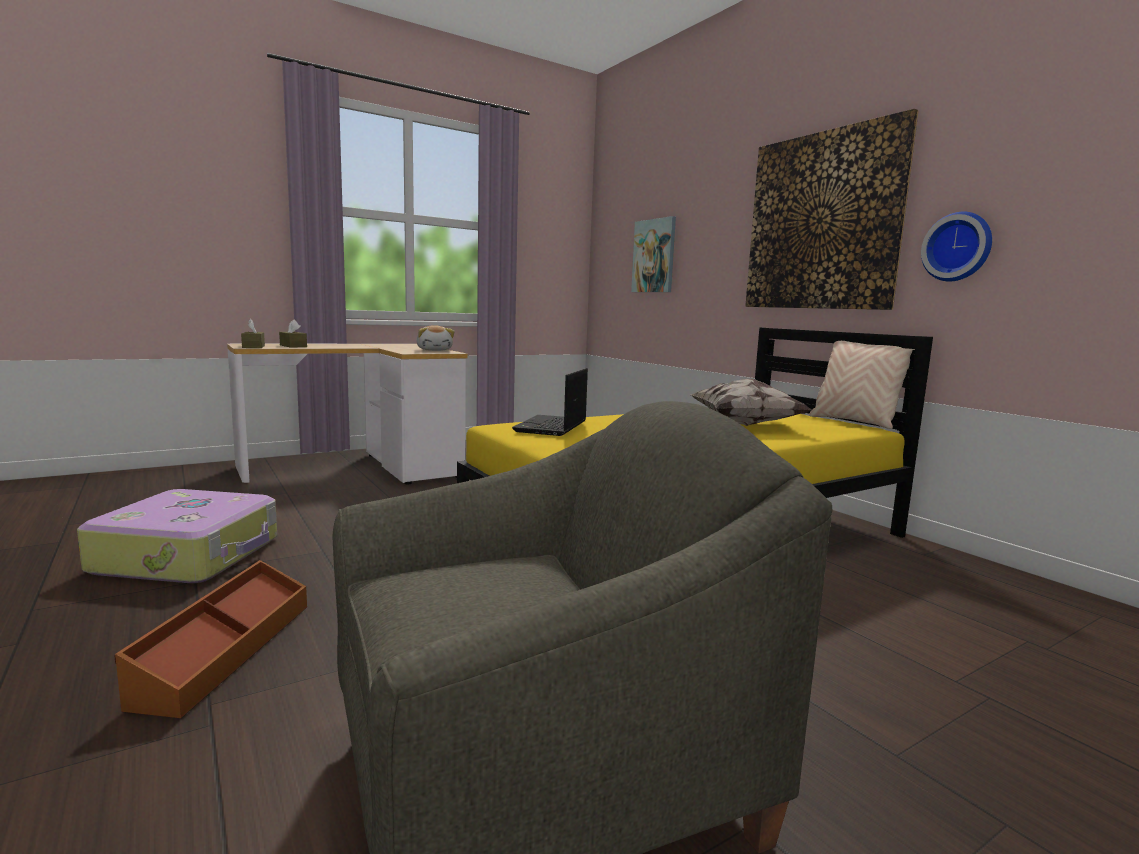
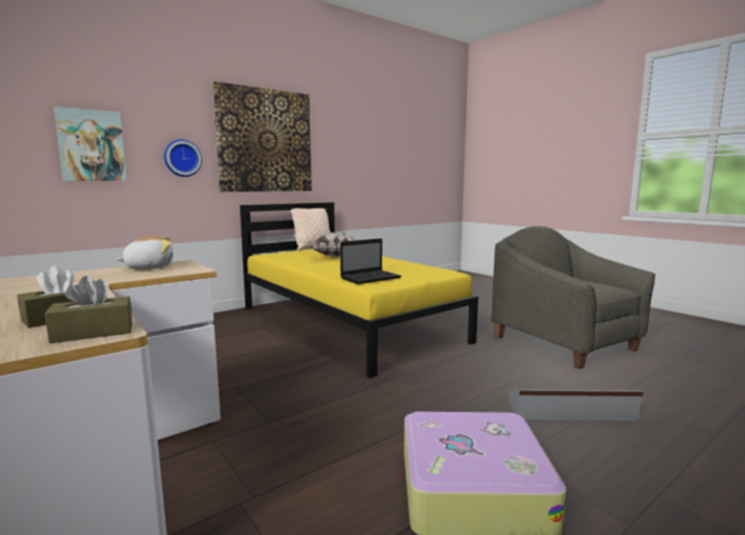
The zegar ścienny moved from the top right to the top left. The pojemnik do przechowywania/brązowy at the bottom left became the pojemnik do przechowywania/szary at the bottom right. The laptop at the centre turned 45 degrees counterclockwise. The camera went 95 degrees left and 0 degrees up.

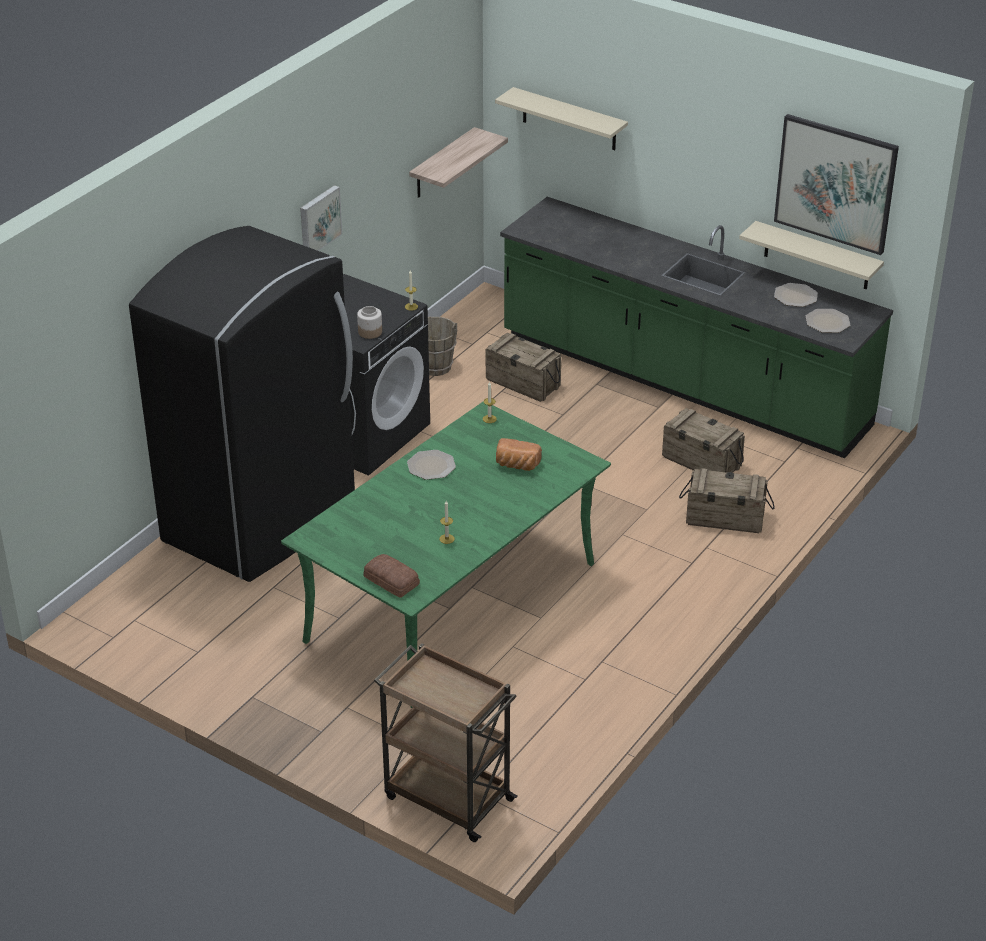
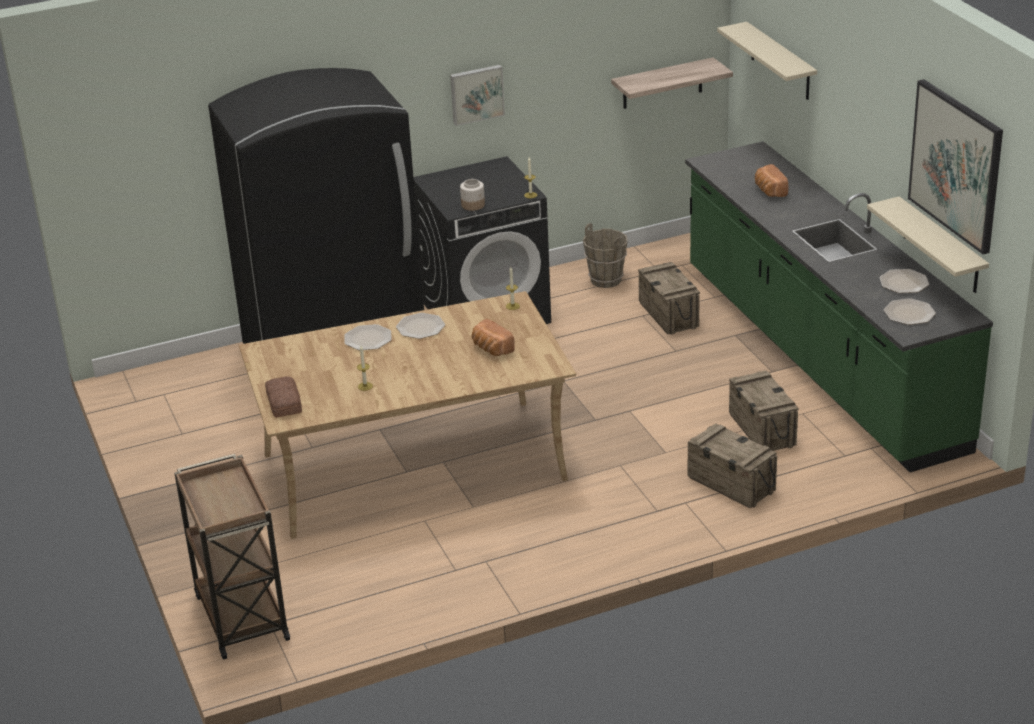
The talerz (1st from left) at the centre appeared. The chleb (3rd from left) at the top right appeared. The stół jadalny/zielony at the centre became the stół jadalny/beżowy at the centre. The camera went 35 degrees right and 5 degrees down.

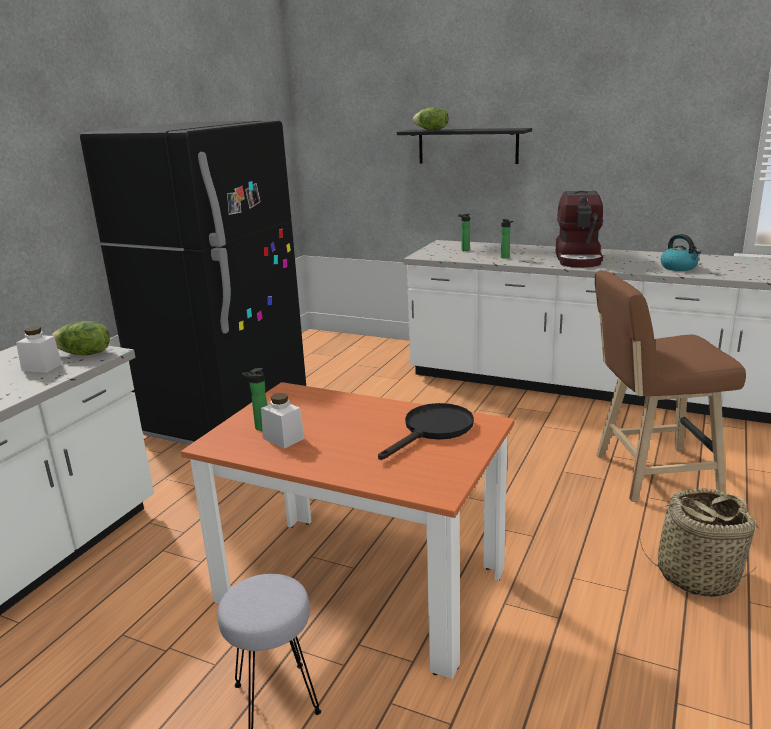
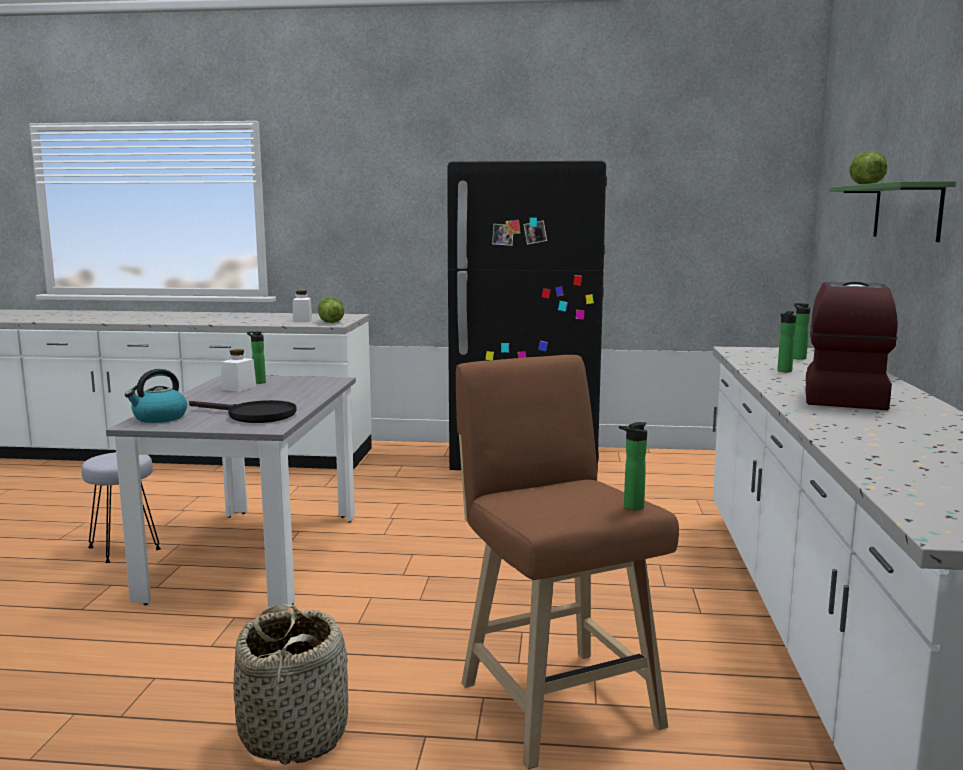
The butelka (2nd from left) at the centre appeared. The czajnik moved from the middle right to the middle left. The stół jadalny/pomarańczowy at the bottom centre became the stół jadalny/szary at the middle left. The półka/czarny at the top centre became the półka/zielony at the top right. The ekspres do kawy at the top right turned 120 degrees clockwise. The camera went 70 degrees right and 10 degrees down.

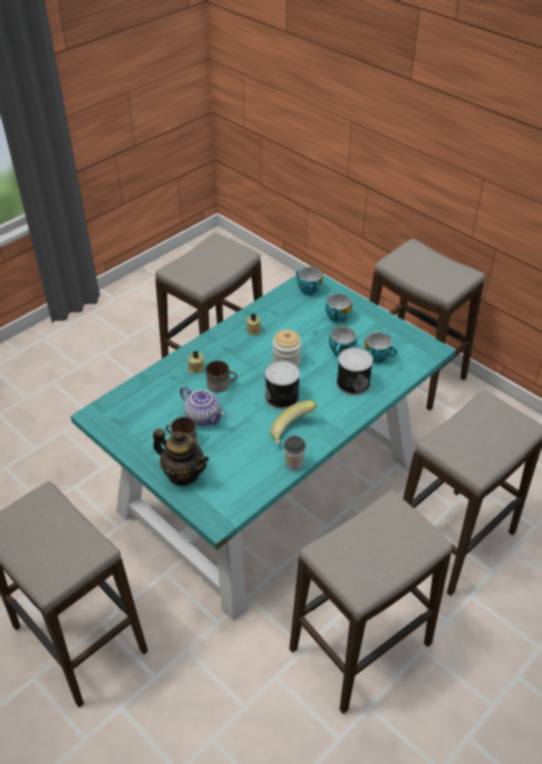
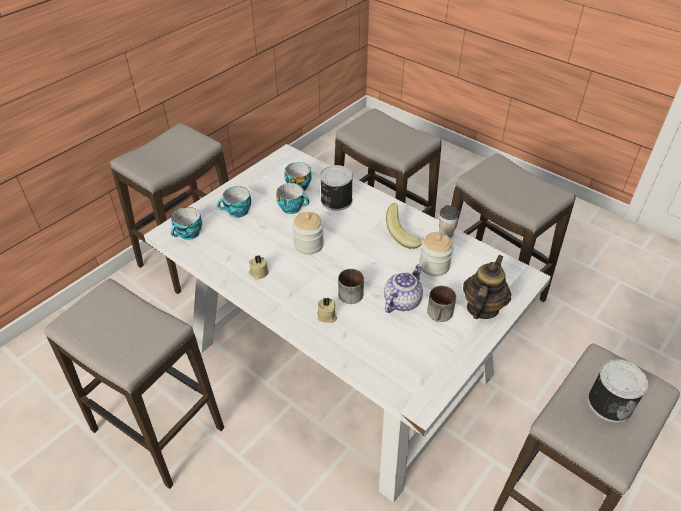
The słoik (2nd from left) at the centre appeared. The puszka (1st from left in the first image) moved from the centre to the bottom right. The stół jadalny/turkusowy at the centre became the stół jadalny/biały at the centre. The camera went 95 degrees left and 0 degrees up.

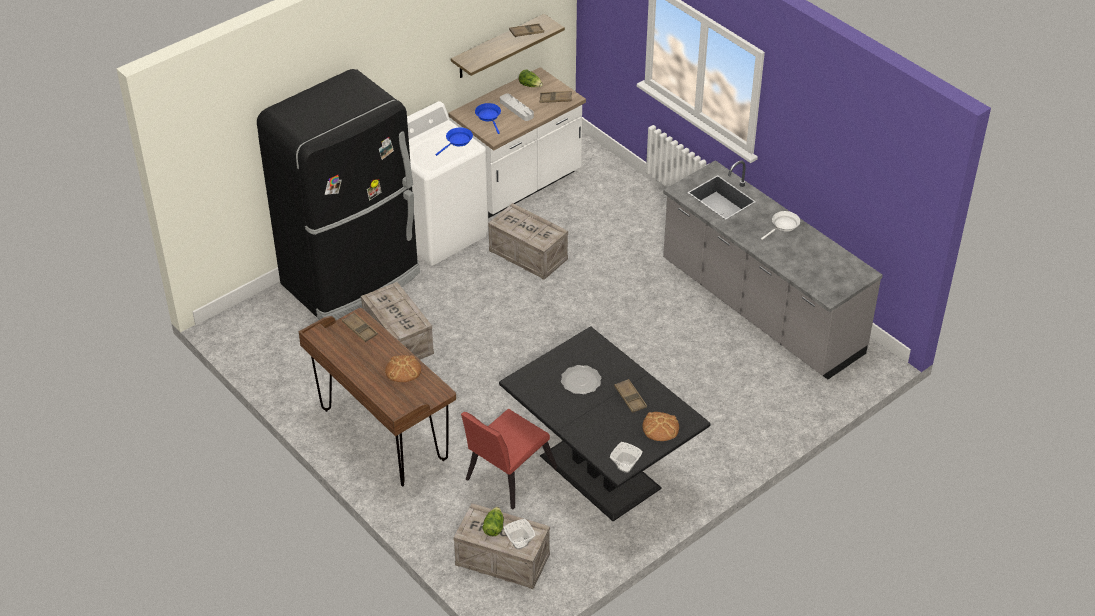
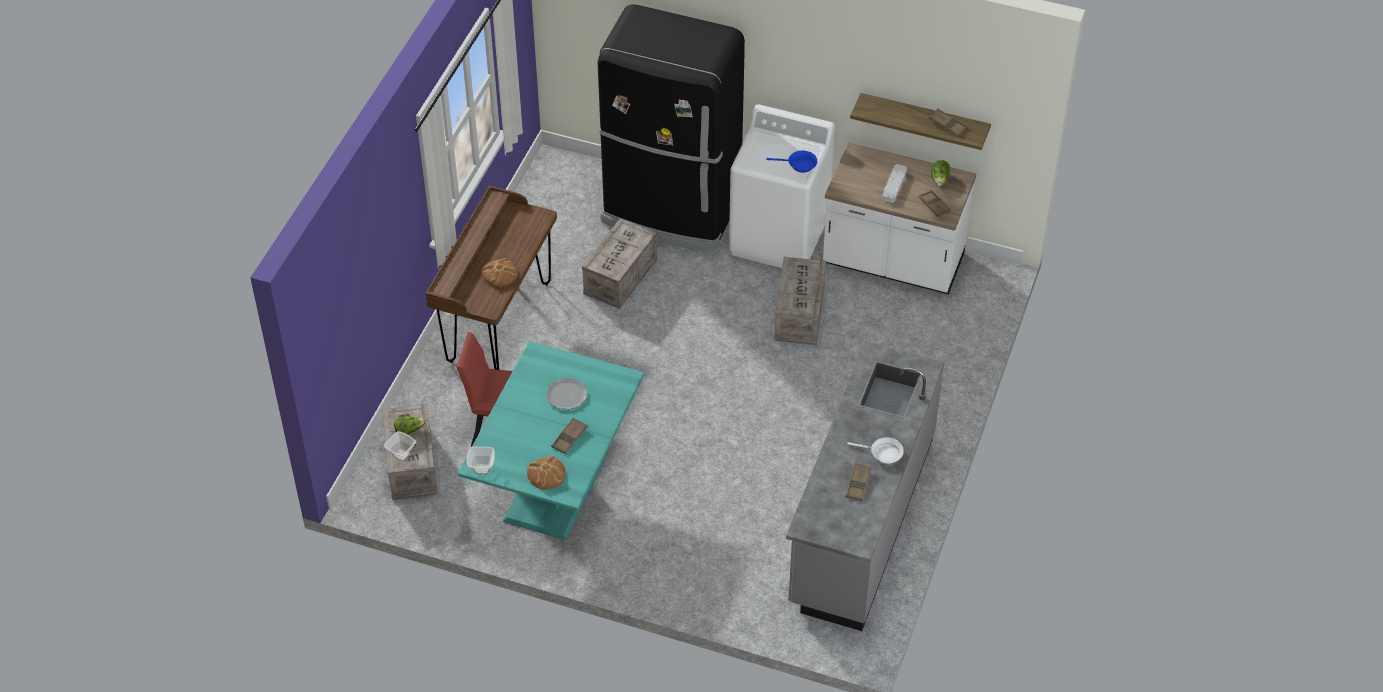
The patelnia/niebieski (2nd from left) at the top centre disappeared. The taca/brązowy (1st from left in the first image) moved from the middle left to the bottom centre. The stół jadalny/czarny at the bottom centre became the stół jadalny/turkusowy at the centre. The camera went 60 degrees right and 5 degrees up.

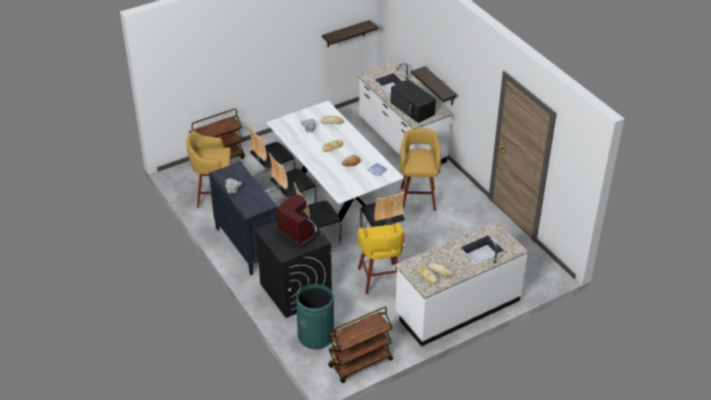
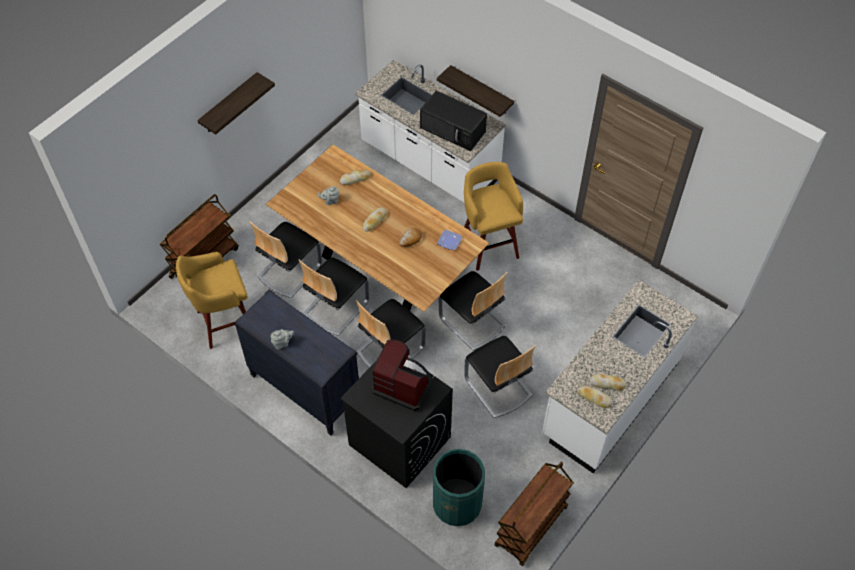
The półka (1st from left) moved from the top centre to the top left. The stołek/żółty (2nd from left) at the centre was replaced by the krzesło (5th from left) at the centre. The stół jadalny/biały at the centre became the stół jadalny/brązowy at the centre. The camera went 20 degrees left and 15 degrees up.

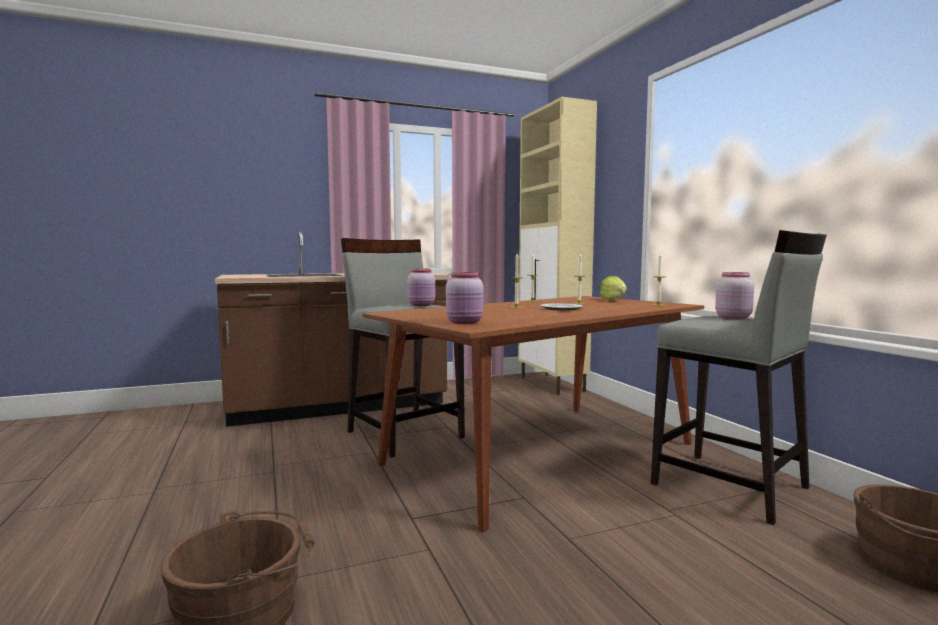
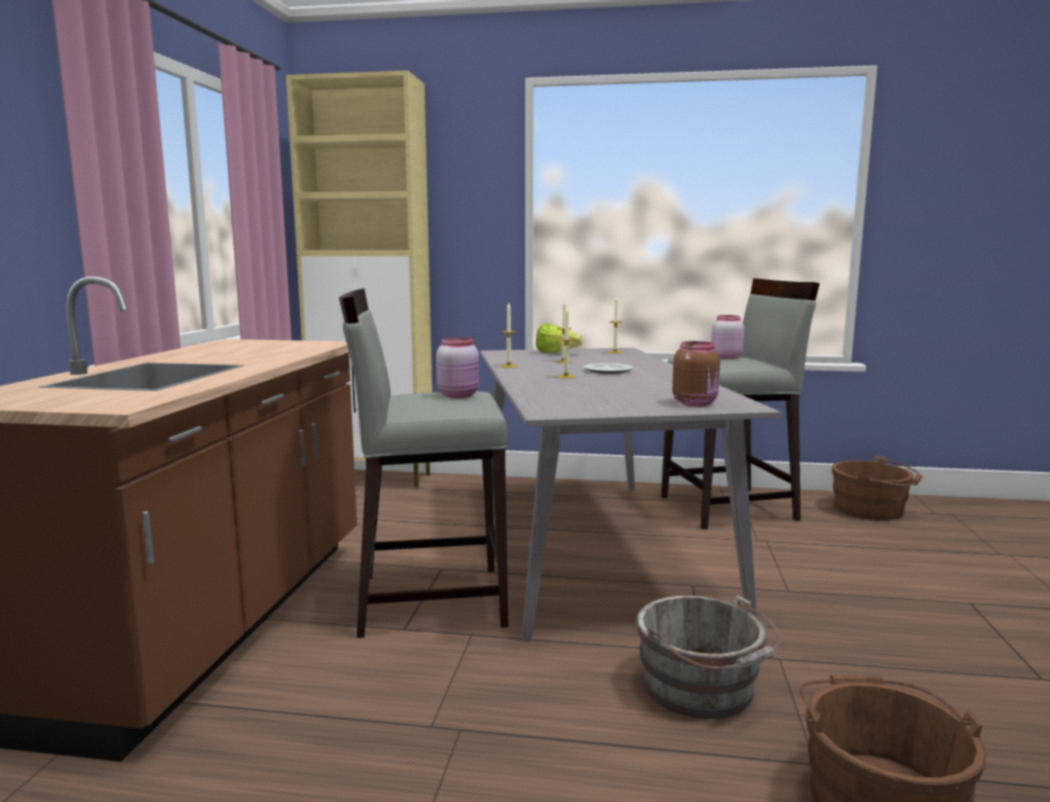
The wiadro/szary at the bottom right appeared. The stół jadalny/brązowy at the centre became the stół jadalny/szary at the centre. The słoik/różowy (2nd from left) at the centre became the słoik/brązowy at the centre. The camera went 60 degrees left and 5 degrees up.

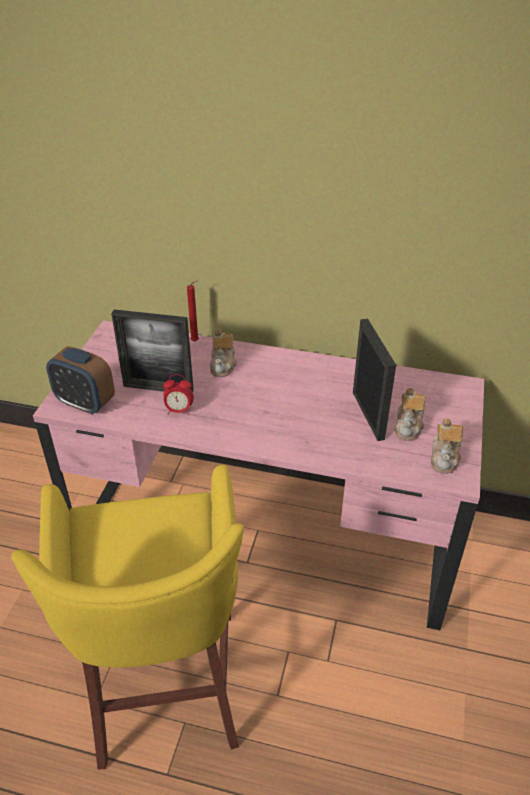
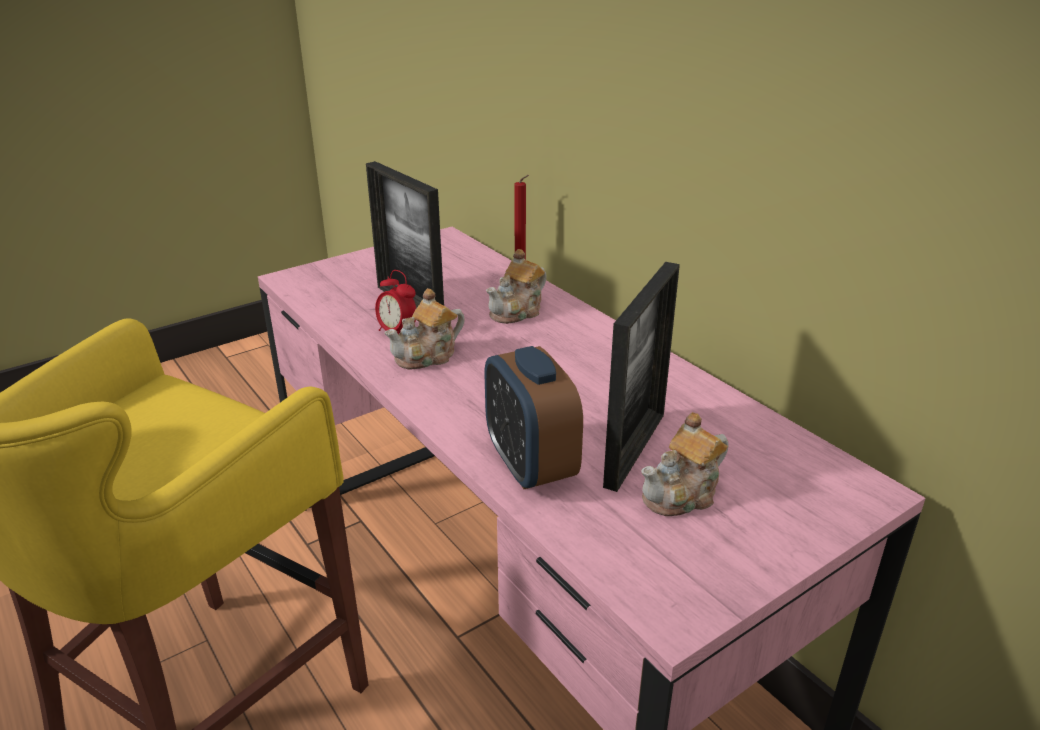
The budzik (1st from left in the first image) moved from the middle left to the centre. The imbryk (3rd from left in the first image) moved from the middle right to the centre. The camera went 40 degrees right and 10 degrees down.

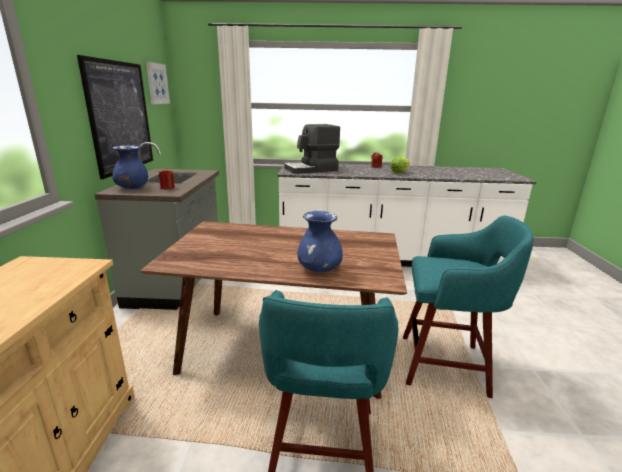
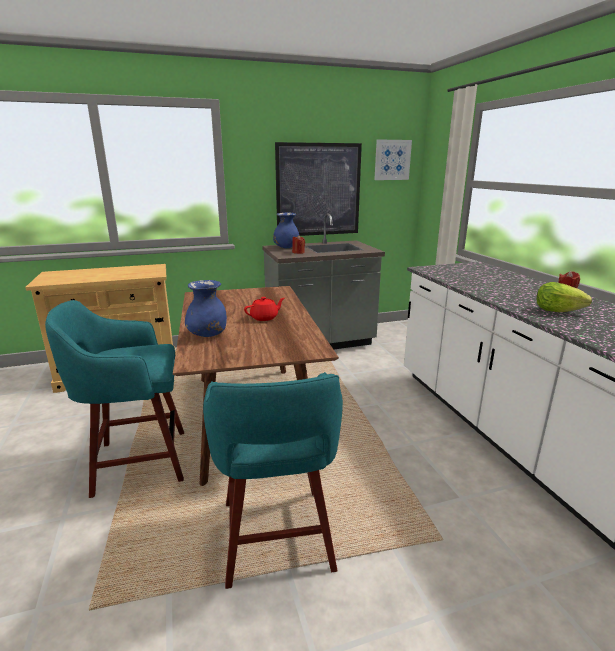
The ekspres do kawy at the top centre disappeared. The imbryk/czerwony at the centre appeared. The camera went 70 degrees right and 0 degrees up.

